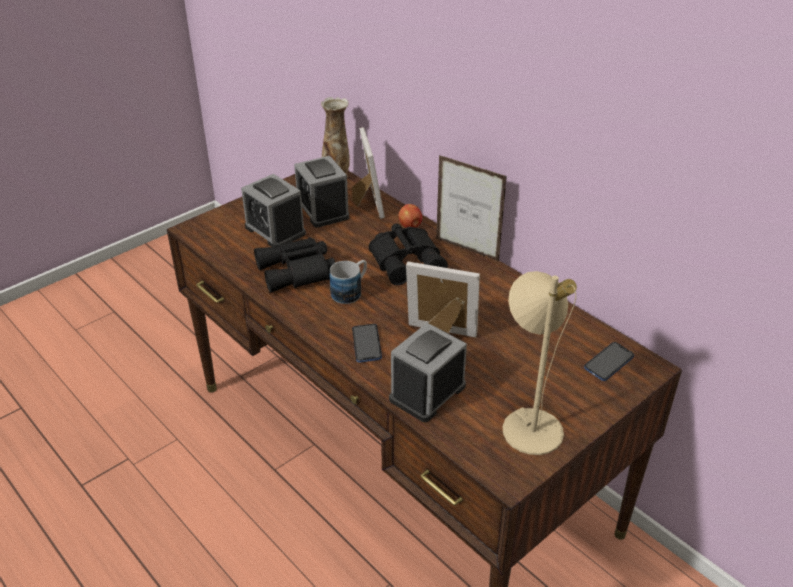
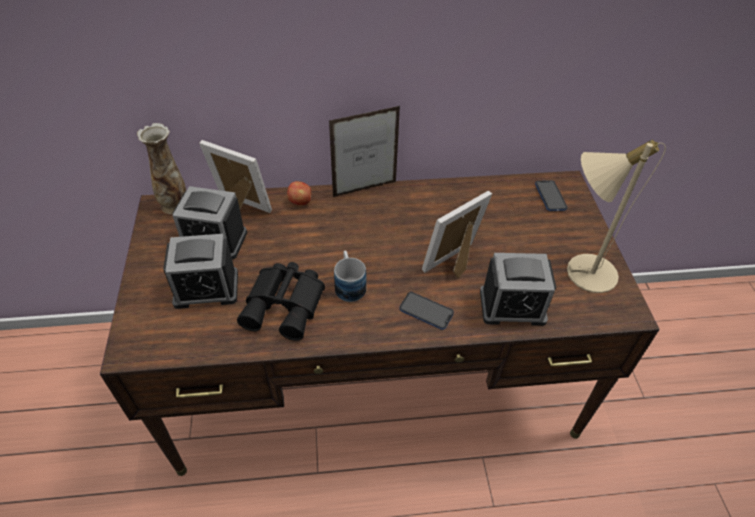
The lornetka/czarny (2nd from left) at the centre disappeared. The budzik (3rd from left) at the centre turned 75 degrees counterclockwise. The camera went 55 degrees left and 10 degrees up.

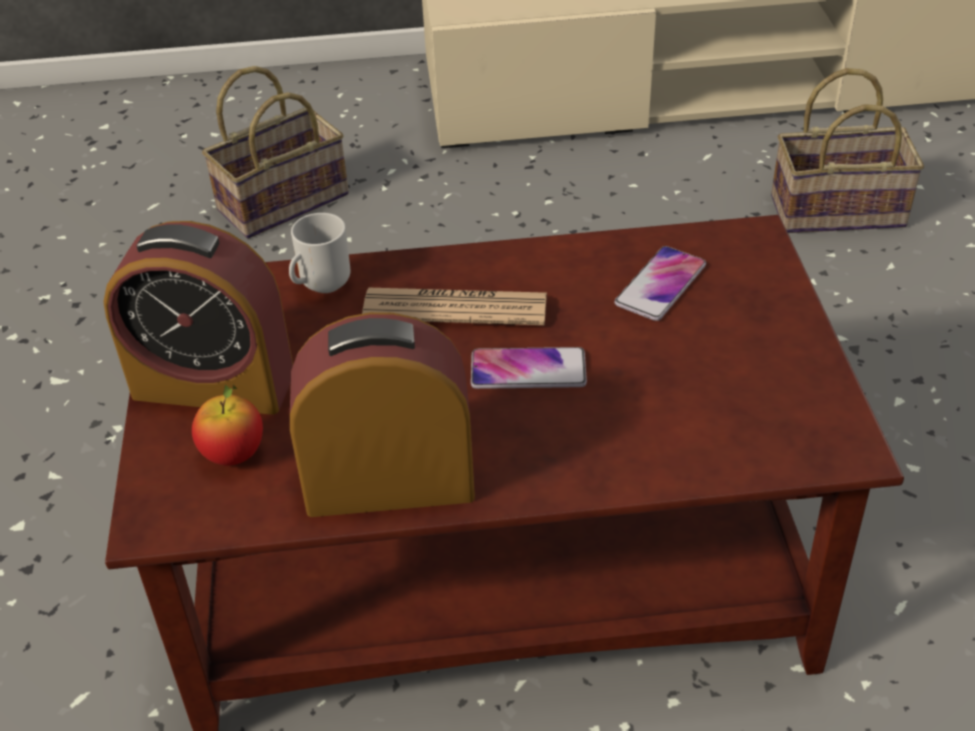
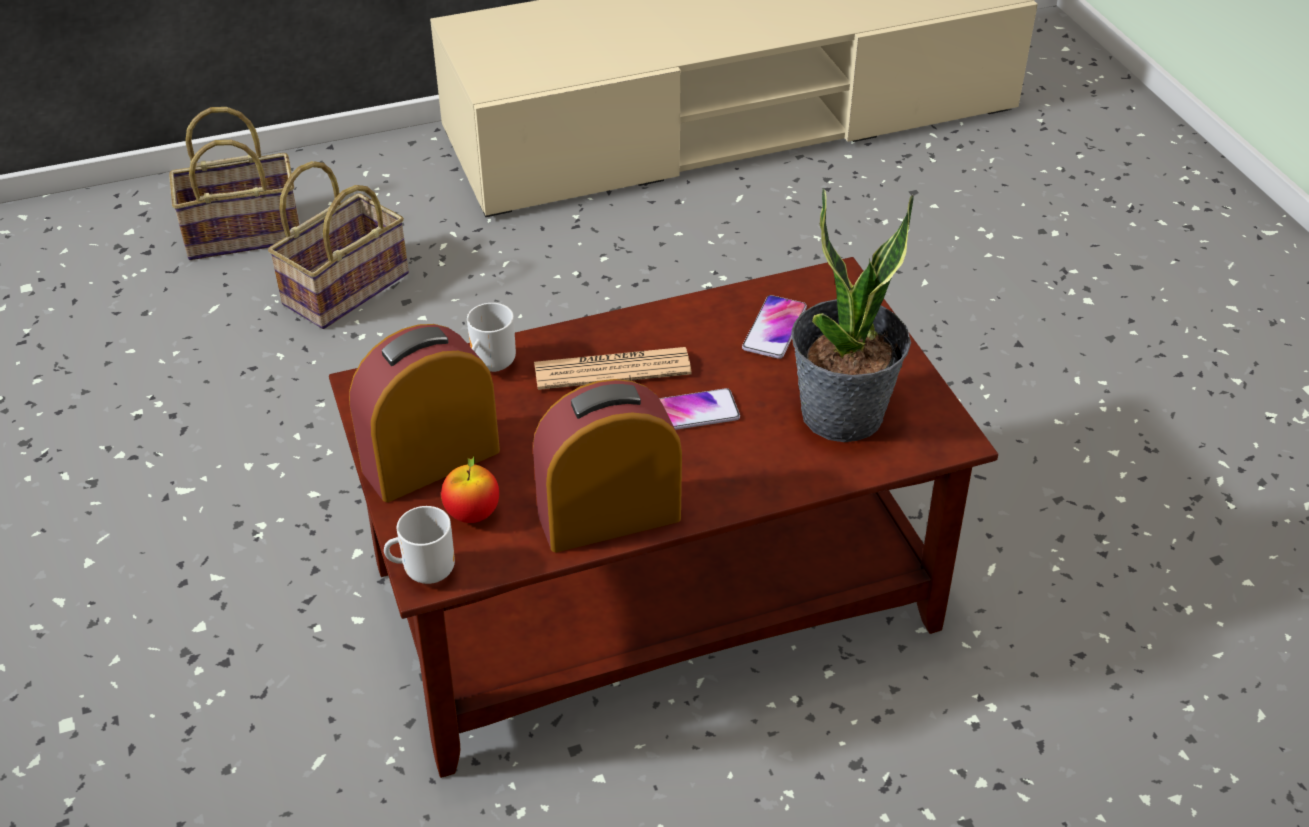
The kubek (1st from left) at the middle left appeared. The roślina doniczkowa at the centre appeared. The koszyk (2nd from left in the first image) moved from the top right to the top left. The budzik (1st from left) at the middle left turned 150 degrees clockwise. The camera went 15 degrees left and 0 degrees up.

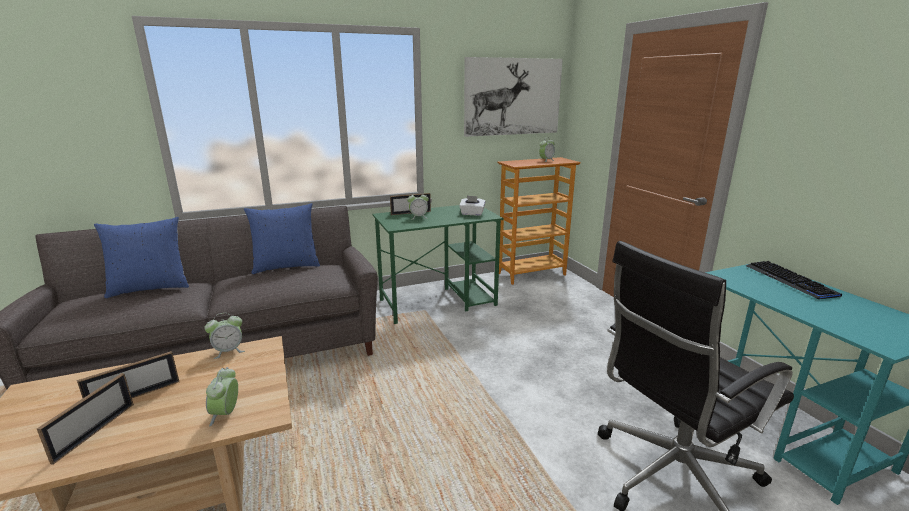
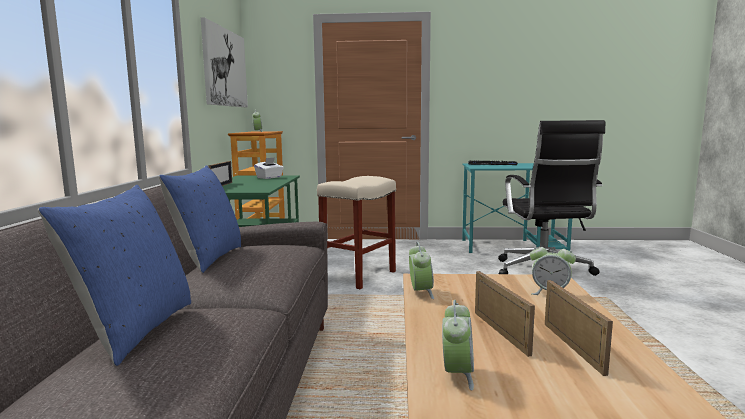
The stołek/beżowy at the centre appeared. The budzik (3rd from left) moved from the centre to the bottom centre. The ramka na zdjęcie (1st from left in the first image) at the bottom left turned 45 degrees clockwise. The camera went 65 degrees left and 10 degrees down.

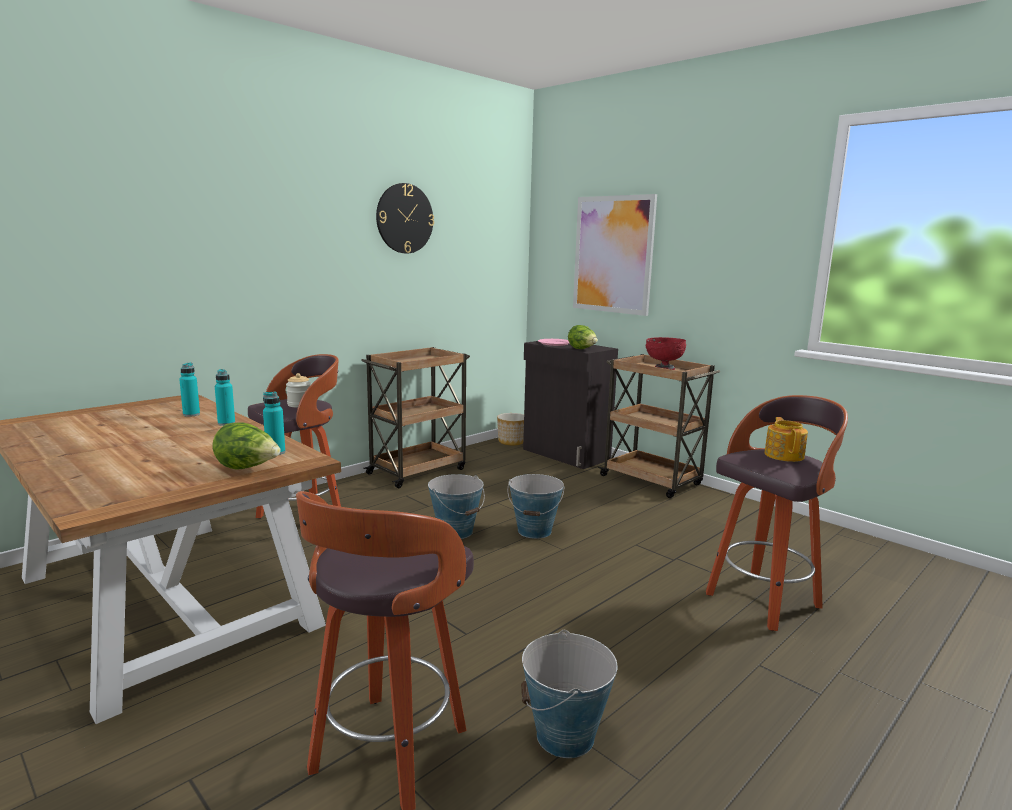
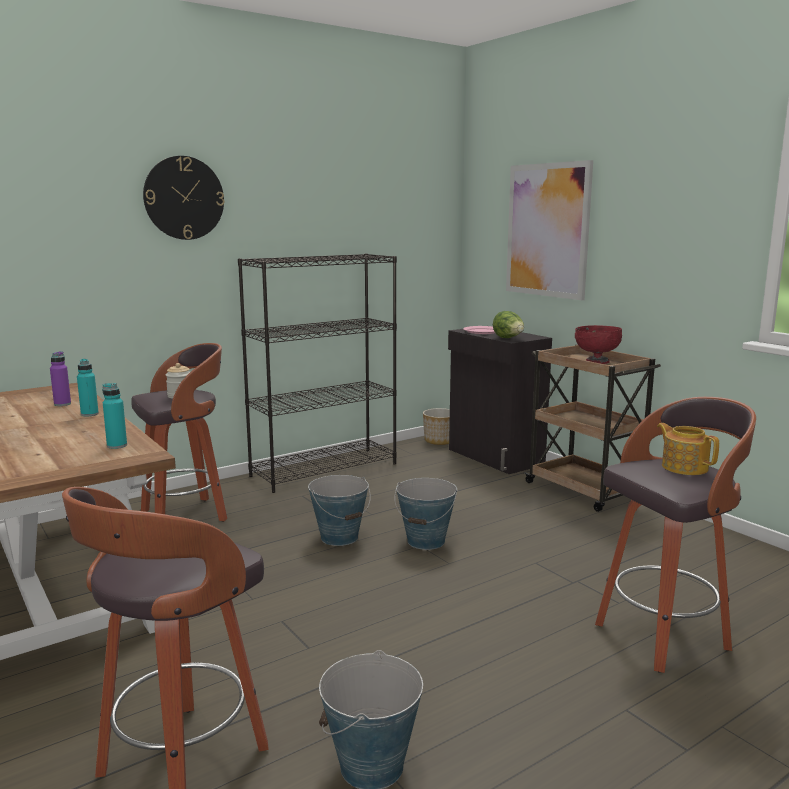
The sałata (1st from left) at the middle left disappeared. The zegar ścienny moved from the top centre to the top left. The wózek/brązowy (1st from left) at the centre was replaced by the regał/czarny at the centre. The butelka/turkusowy (1st from left) at the middle left became the butelka/fioletowy at the middle left. The imbryk at the middle right turned 45 degrees counterclockwise. The camera went 10 degrees right and 0 degrees up.

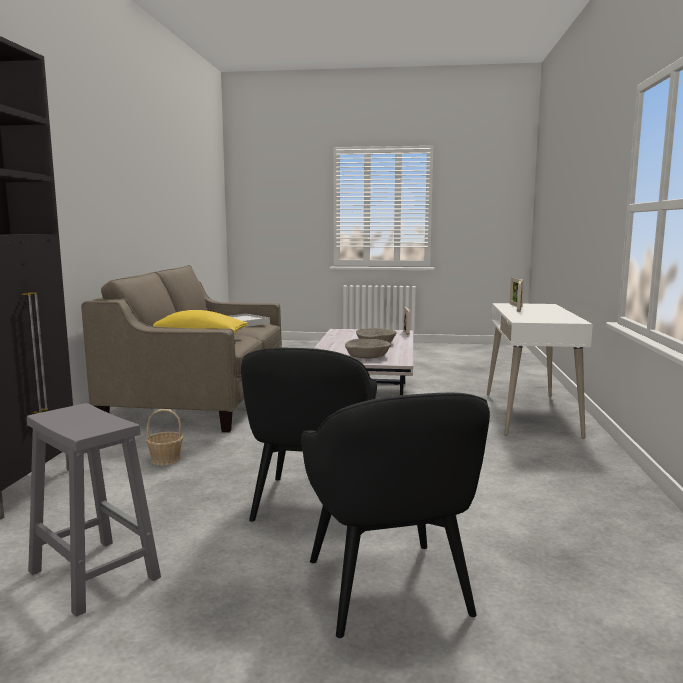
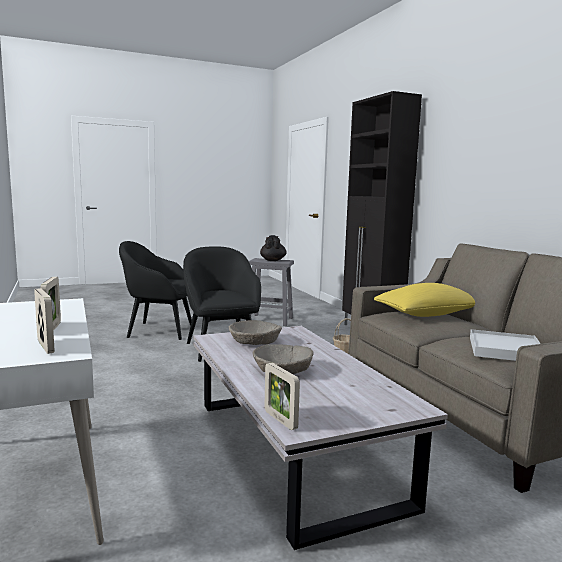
The imbryk/czarny at the centre appeared. The fotel/czarny (2nd from left in the first image) at the bottom centre turned 45 degrees counterclockwise. The camera went 150 degrees right and 0 degrees up.

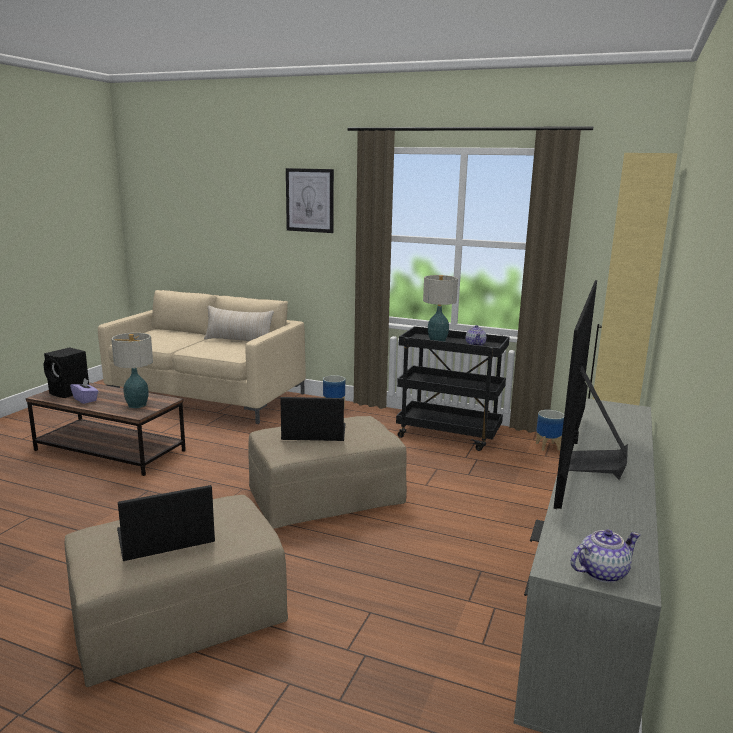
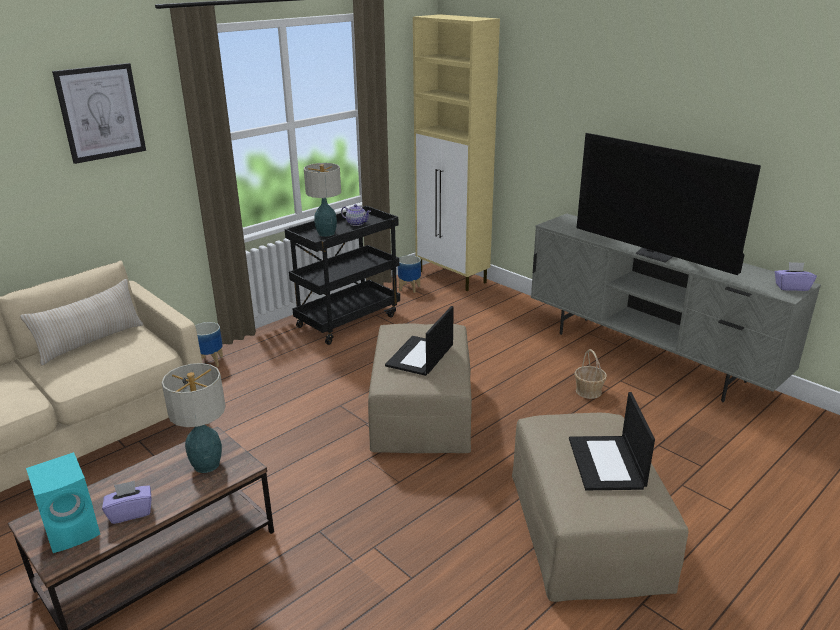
The koszyk at the middle right appeared. The imbryk (2nd from left) at the bottom right was replaced by the pudełko chusteczek/fioletowy (2nd from left) at the middle right. The głośnik/czarny at the middle left became the głośnik/turkusowy at the bottom left. The camera went 65 degrees left and 10 degrees up.

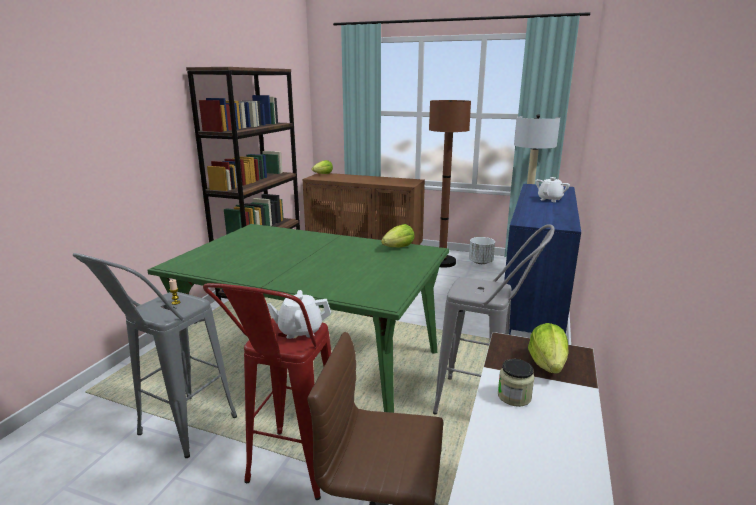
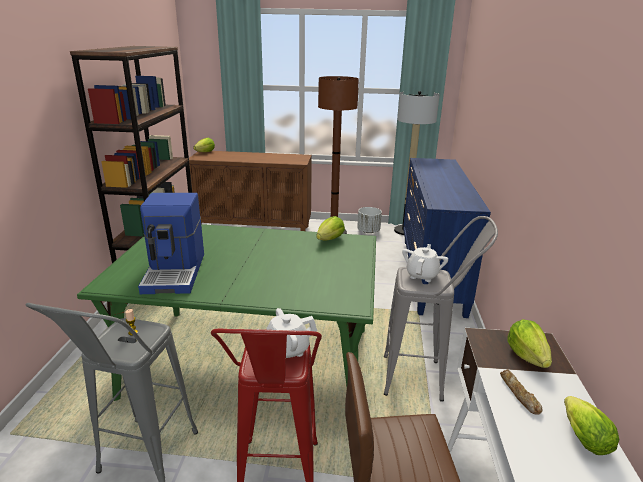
The ekspres do kawy at the middle left appeared. The sałata (4th from left) at the bottom right appeared. The imbryk/biały (2nd from left) moved from the middle right to the centre. The słoik at the bottom right was replaced by the chleb at the bottom right. The camera went 15 degrees left and 5 degrees up.

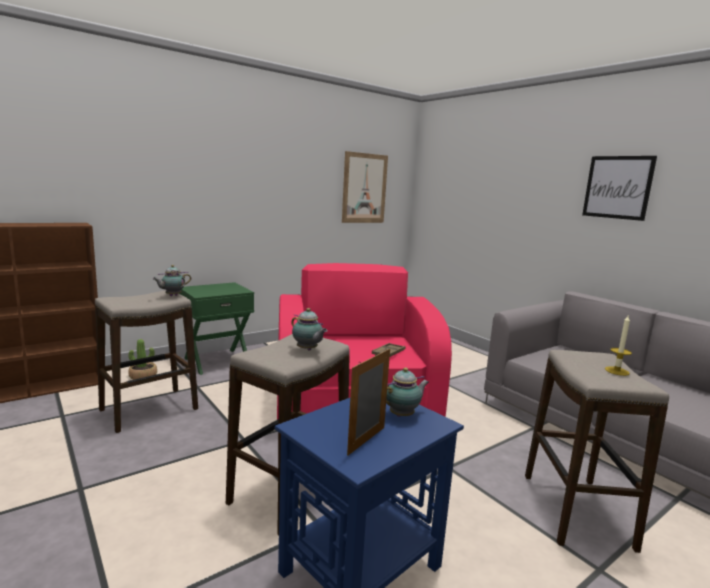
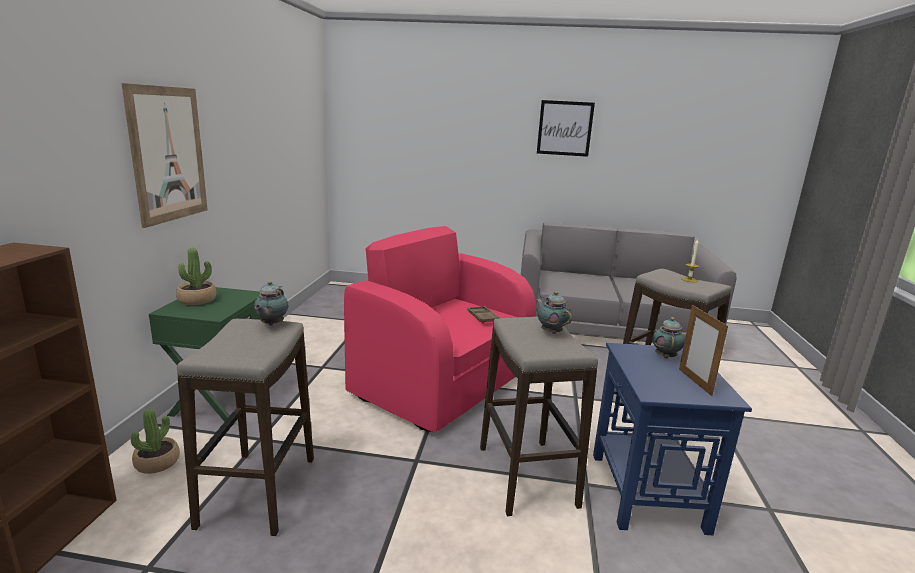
The roślina doniczkowa (2nd from left) at the middle left appeared. The obraz (1st from left) moved from the top centre to the top left. The imbryk (2nd from left) at the centre turned 120 degrees counterclockwise. The camera went 45 degrees left and 5 degrees up.

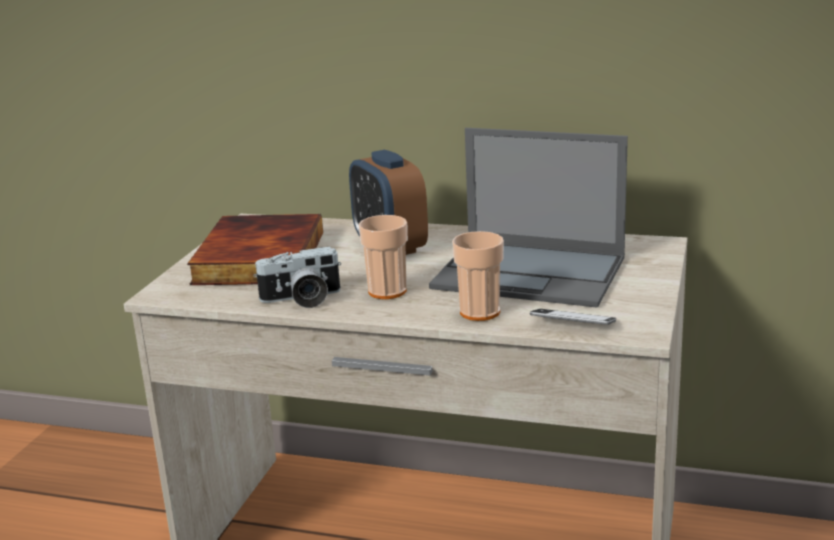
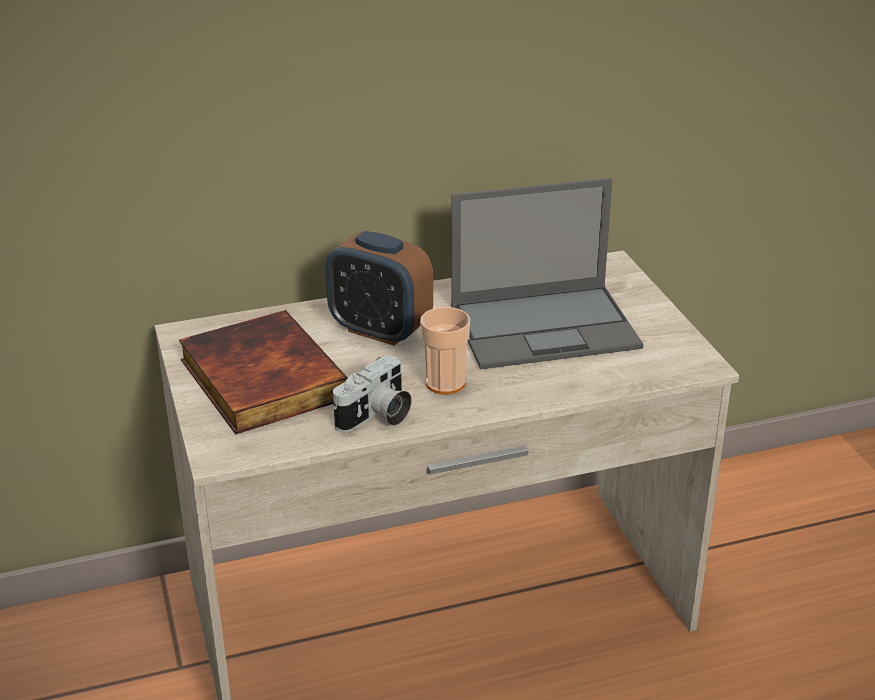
The filiżanka (2nd from left) at the centre disappeared. The telefon at the middle right disappeared. The camera went 35 degrees left and 10 degrees up.

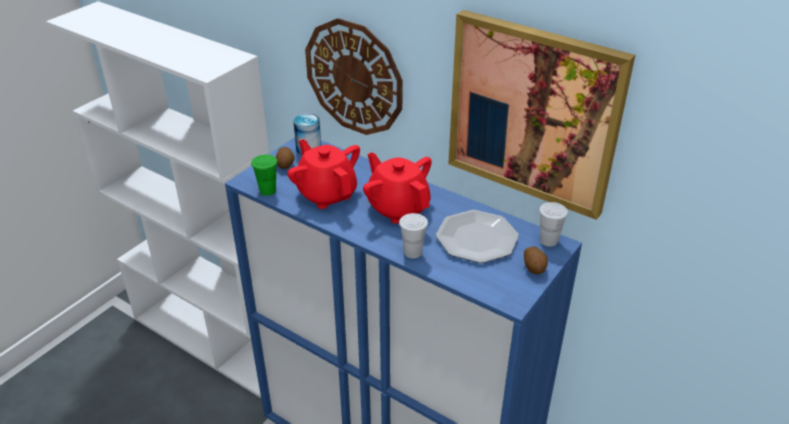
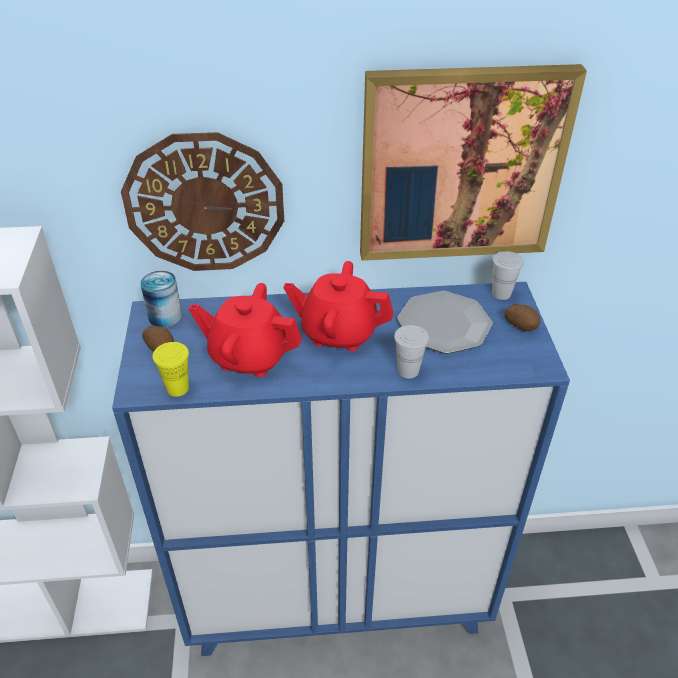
The filiżanka/zielony at the centre became the filiżanka/żółty at the middle left. The camera went 40 degrees left and 5 degrees up.

